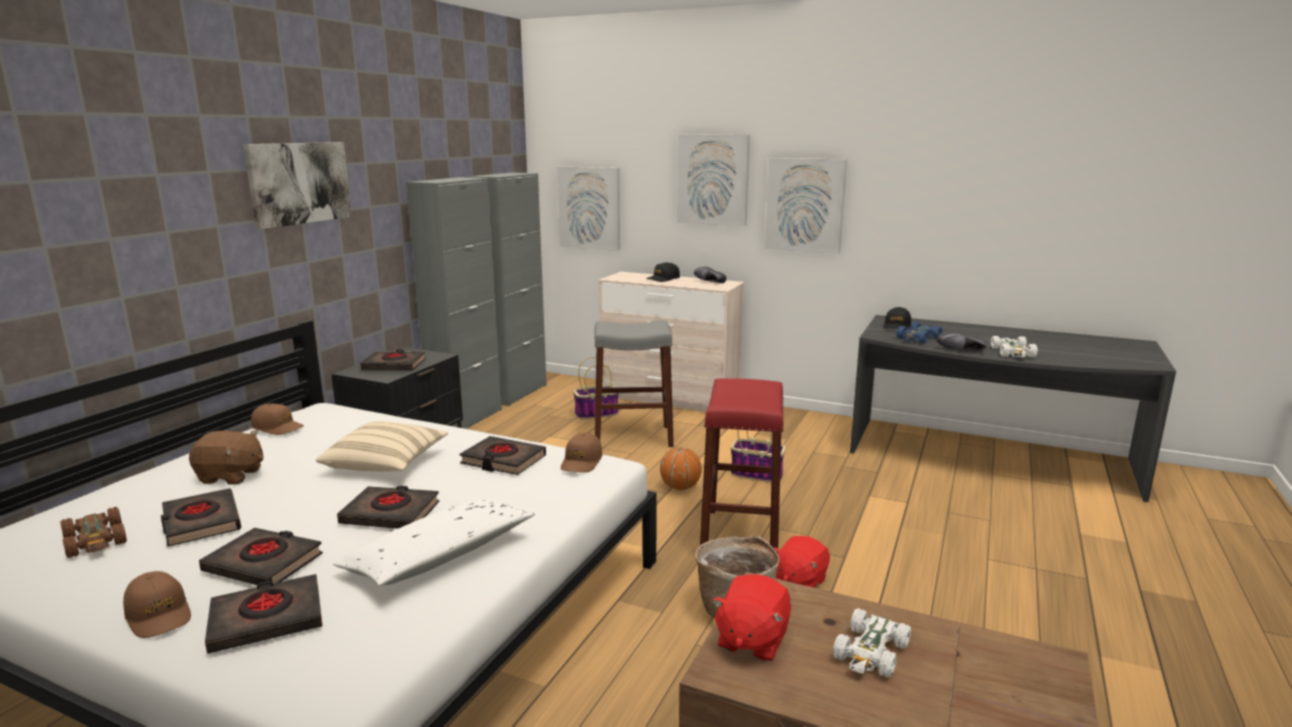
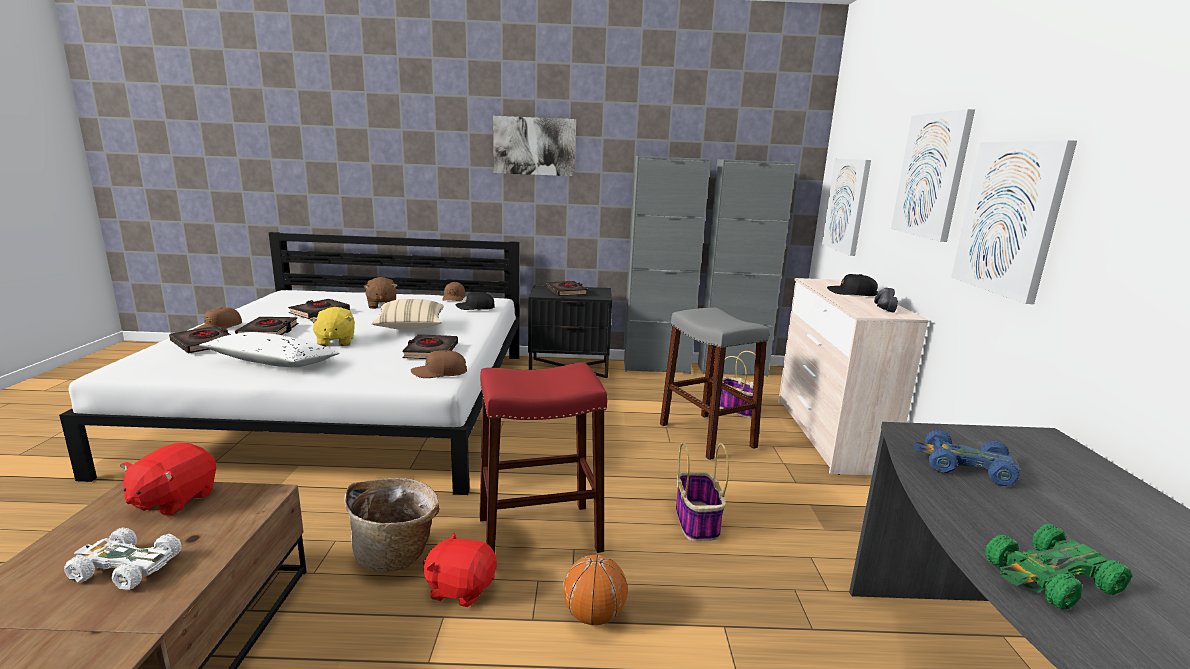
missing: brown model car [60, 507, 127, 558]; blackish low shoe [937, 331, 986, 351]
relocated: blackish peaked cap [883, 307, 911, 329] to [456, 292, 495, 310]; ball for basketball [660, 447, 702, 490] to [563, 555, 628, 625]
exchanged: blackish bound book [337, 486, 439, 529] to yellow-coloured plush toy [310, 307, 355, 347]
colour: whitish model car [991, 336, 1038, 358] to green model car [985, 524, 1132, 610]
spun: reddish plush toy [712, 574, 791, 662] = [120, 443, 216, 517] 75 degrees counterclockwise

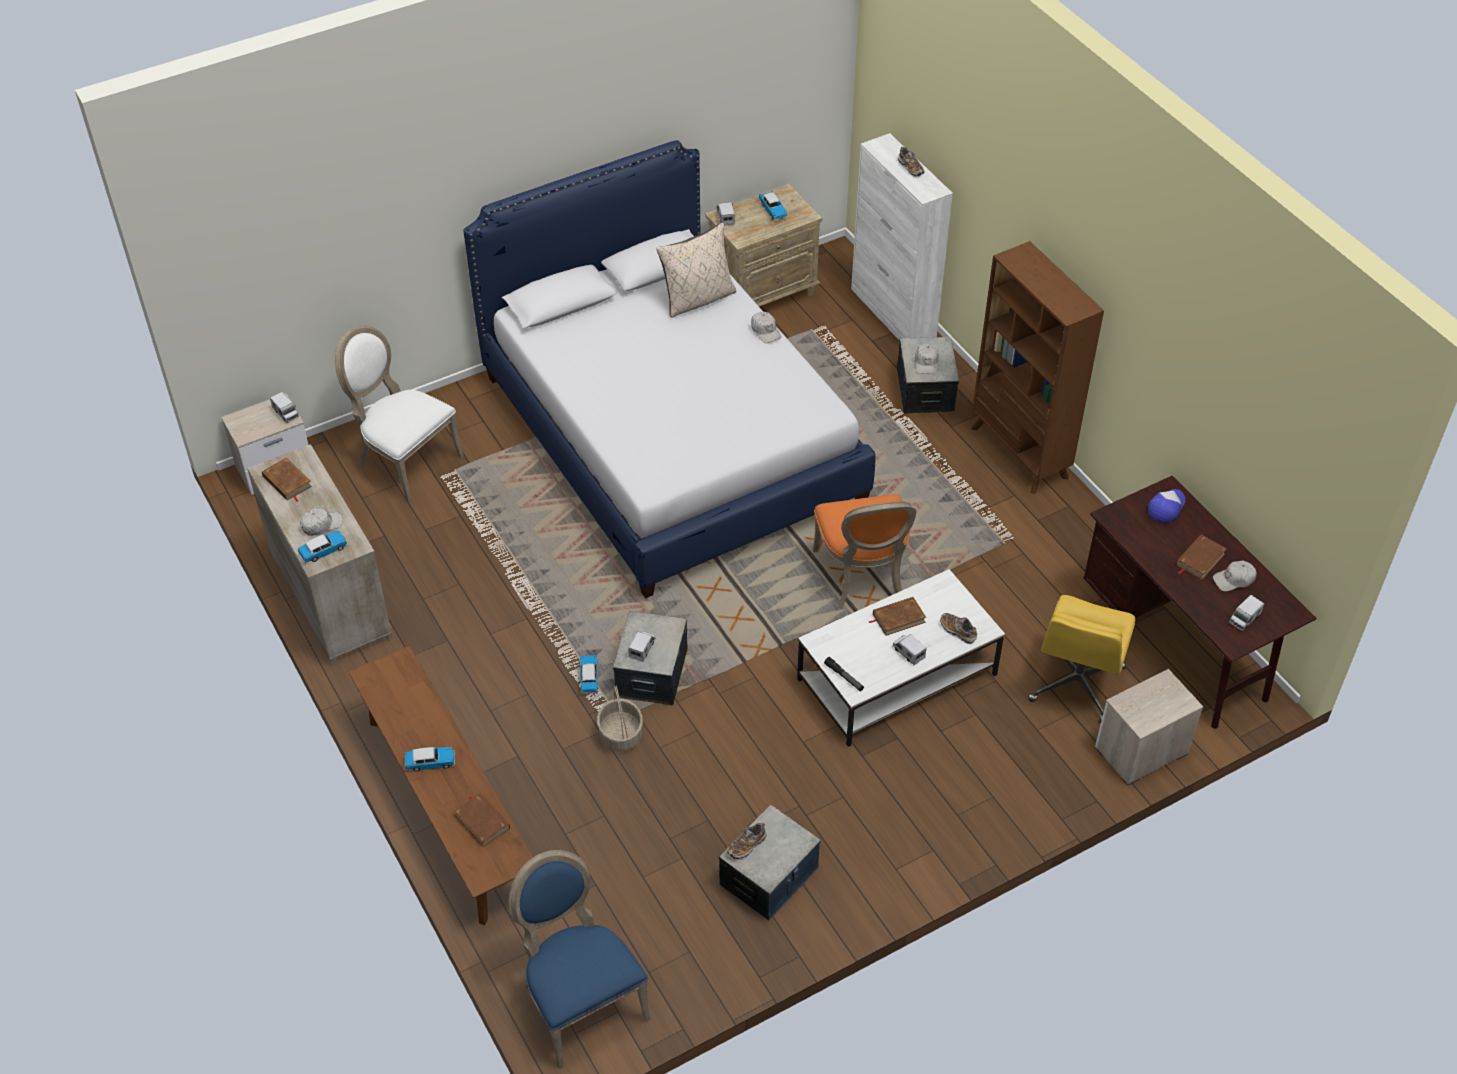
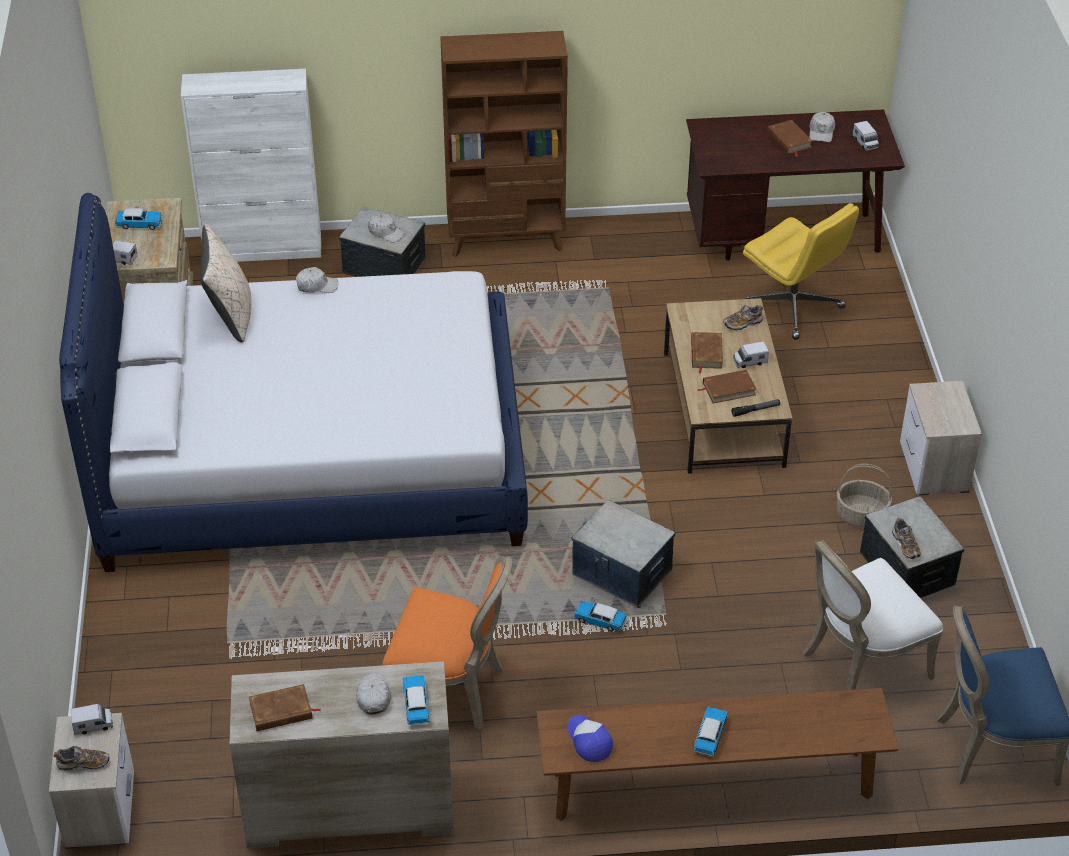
missing: toy lorry [628, 631, 656, 662]
relocated: low shoe [898, 147, 924, 177] to [54, 746, 110, 771]; orange chair [813, 494, 916, 609] to [382, 556, 512, 730]; peaked cap [1148, 489, 1185, 523] to [567, 715, 613, 762]; brown bound book [454, 793, 510, 847] to [697, 370, 756, 403]; whitish chair [335, 325, 464, 503] to [803, 540, 943, 690]; basket [597, 685, 643, 751] to [837, 464, 892, 527]; night table [1095, 669, 1203, 786] to [900, 381, 982, 496]
colour: whitish low table [797, 569, 1005, 747] to brown low table [664, 298, 793, 474]

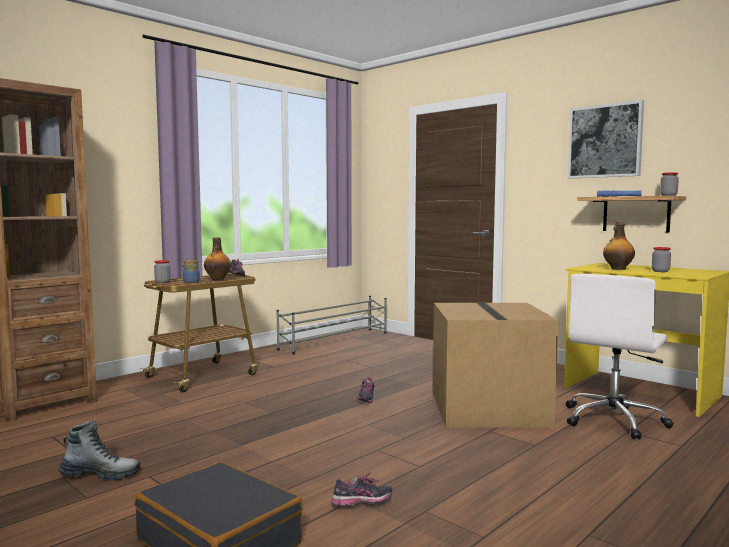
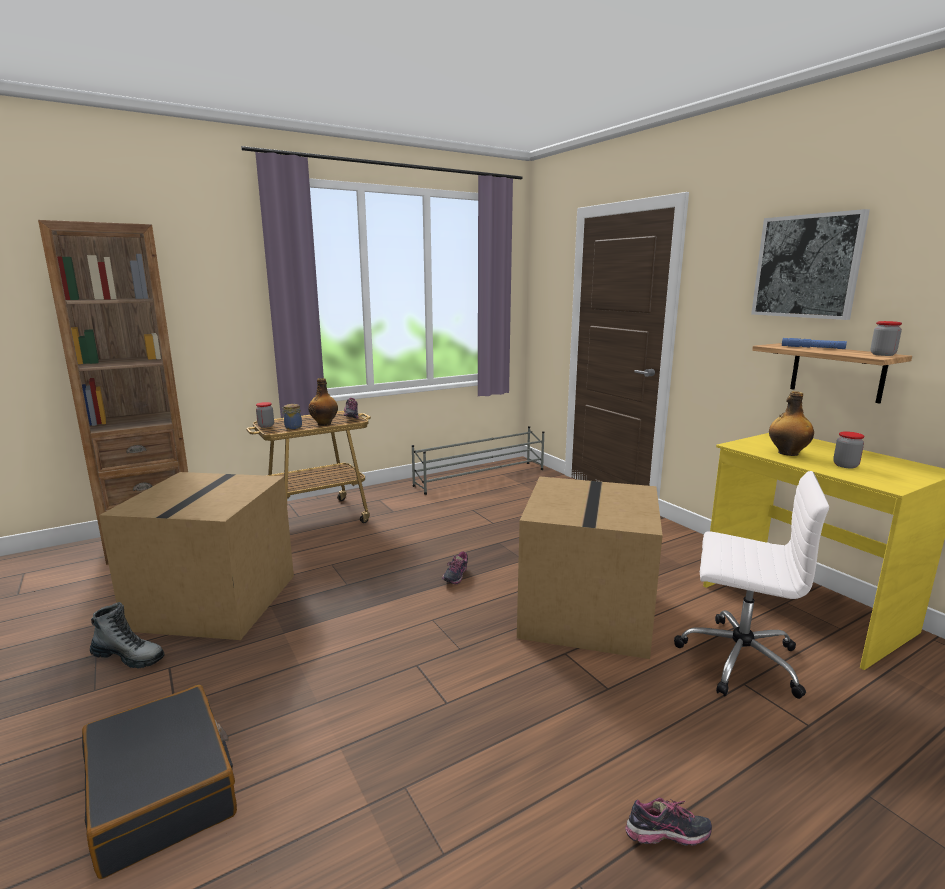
appeared: packing box [99, 472, 294, 640]
relocated: low shoe [331, 472, 392, 506] to [625, 798, 712, 846]
spun: whitish computer chair [566, 274, 674, 440] = [674, 471, 829, 699] 120 degrees counterclockwise

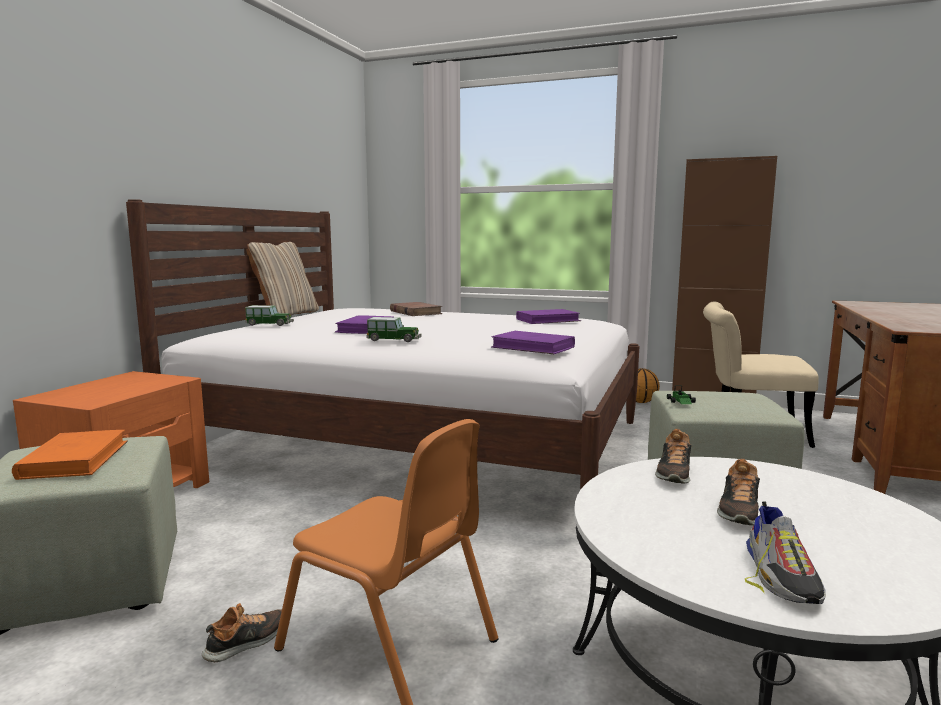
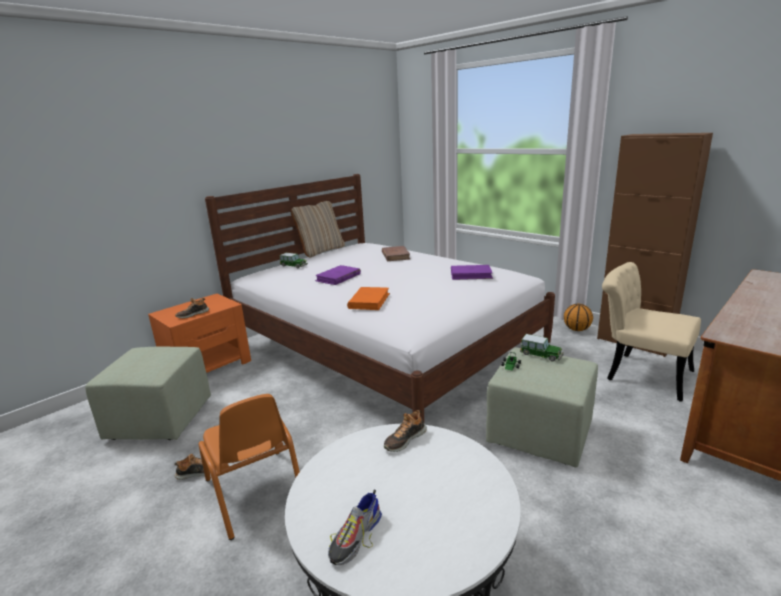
missing: purple bound book [491, 331, 575, 354]
relocated: low shoe [717, 458, 760, 525] to [175, 298, 209, 318]; orange bound book [12, 430, 128, 480] to [347, 287, 390, 310]; model car [366, 317, 422, 342] to [520, 334, 564, 361]

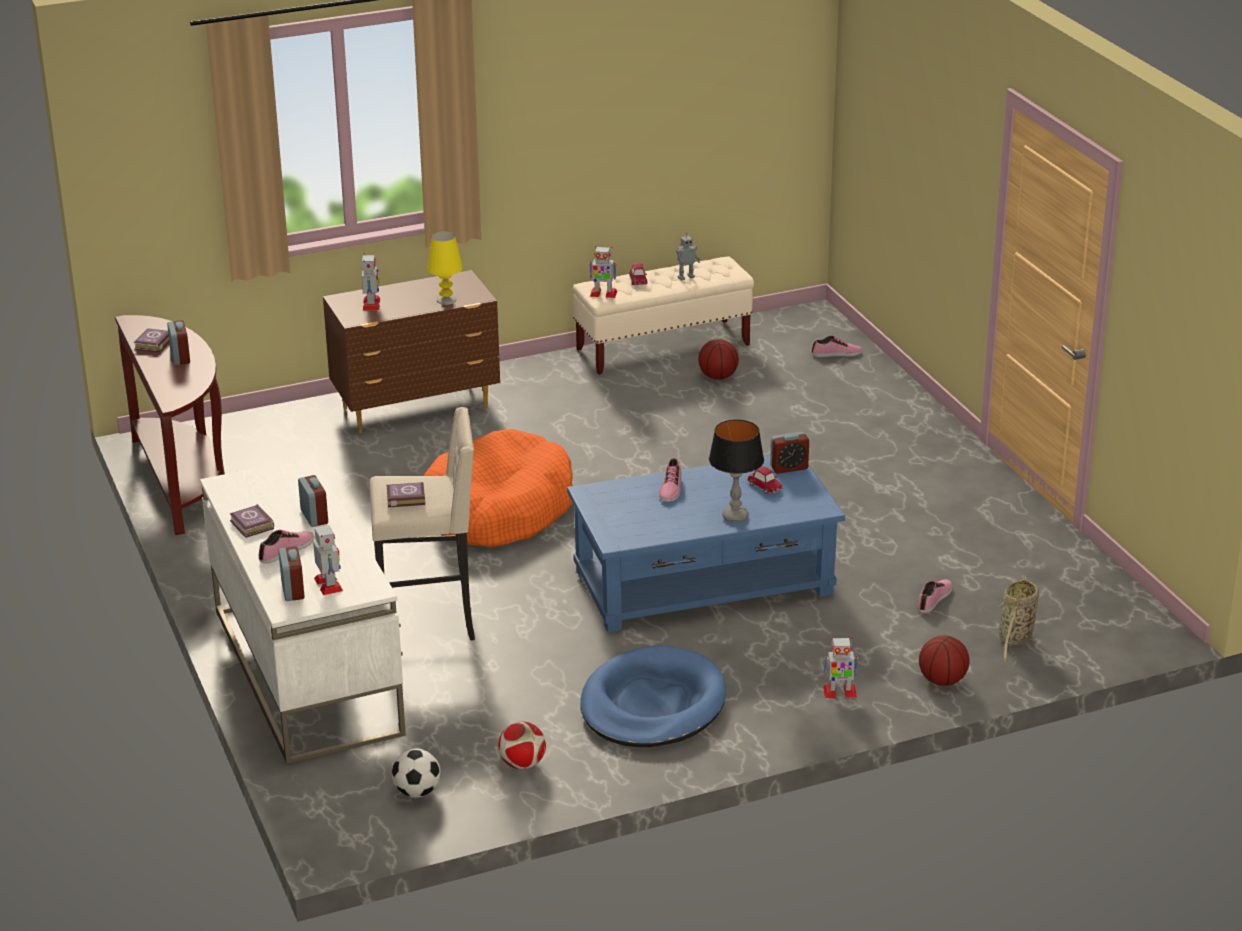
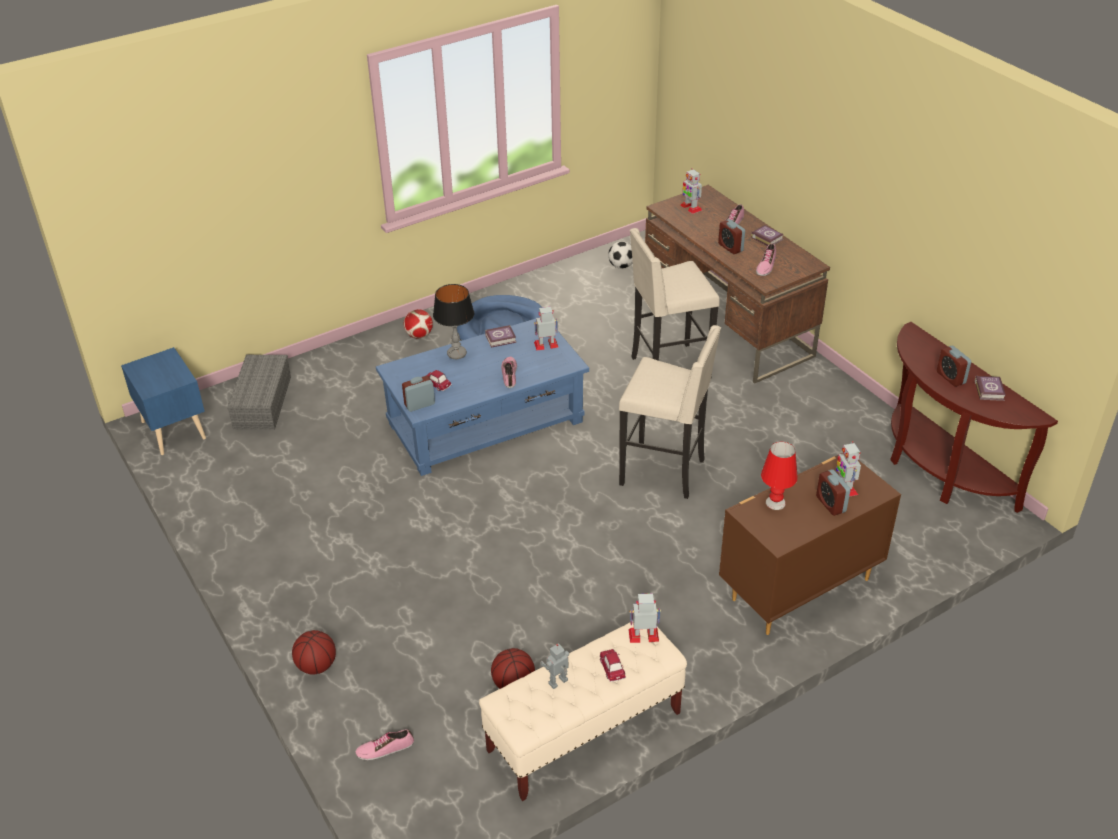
appeared: blue night table [121, 347, 206, 455]
relocated: ball for basketball [919, 636, 970, 686] to [292, 630, 336, 675]; football [498, 722, 546, 769] to [404, 309, 433, 339]; bound book [387, 482, 425, 507] to [485, 325, 516, 348]; robot figure [823, 638, 858, 698] to [534, 307, 558, 350]; low shoe [917, 579, 952, 613] to [756, 243, 776, 276]; alarm clock [278, 546, 305, 601] to [816, 469, 850, 516]
exchanged: basket [998, 576, 1039, 665] to gray storage container [227, 355, 291, 430]; orange pet bed [424, 429, 573, 547] to beige-coloured stool [619, 325, 721, 499]
colour: whitish desk unit [200, 456, 406, 764] to brown desk unit [645, 185, 830, 384]; yellow-coloured tabletop lamp [427, 232, 463, 305] to reddish tabletop lamp [761, 442, 798, 510]

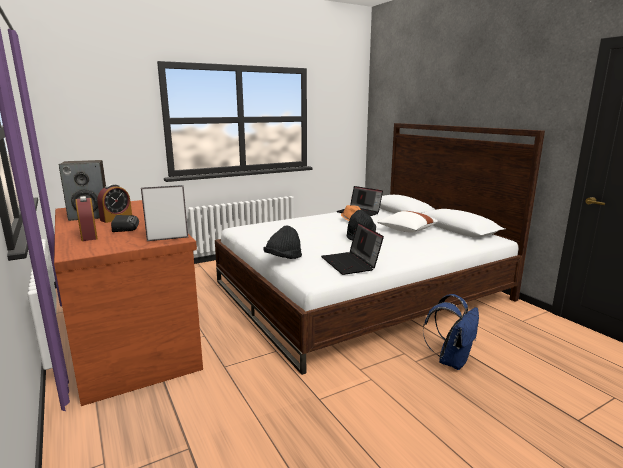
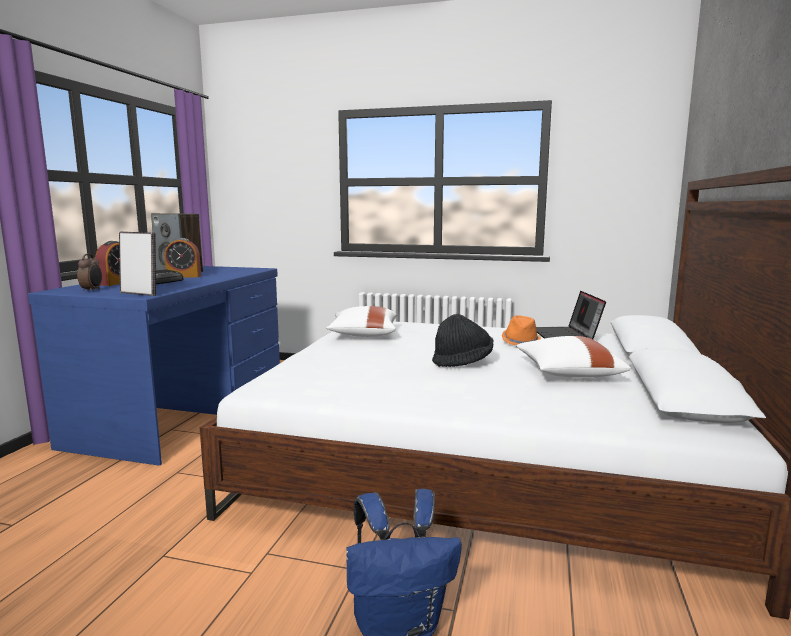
missing: blackish hat [263, 225, 302, 259]; portable computer [321, 222, 384, 275]
appeared: alarm clock [77, 254, 102, 292]; whitish throw pillow [326, 306, 397, 337]
colour: brown desk unit [54, 200, 203, 406] to blue desk unit [28, 266, 280, 466]

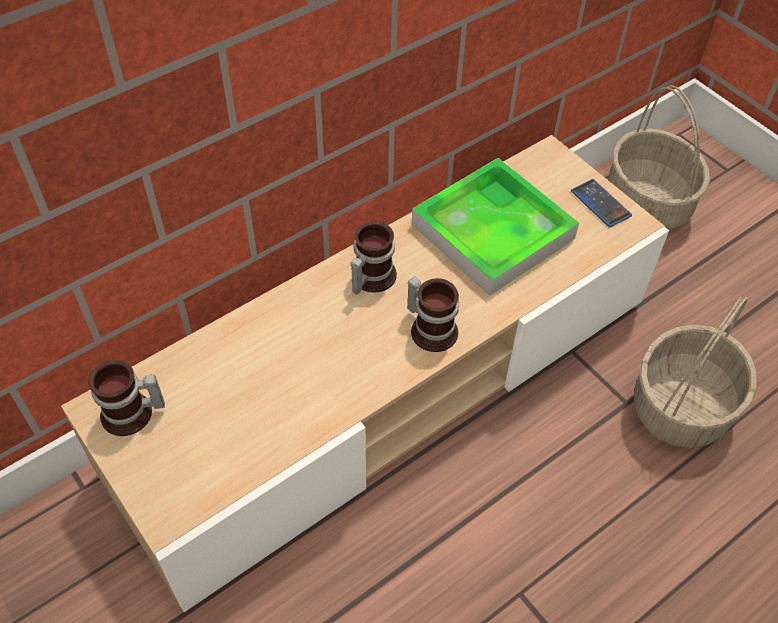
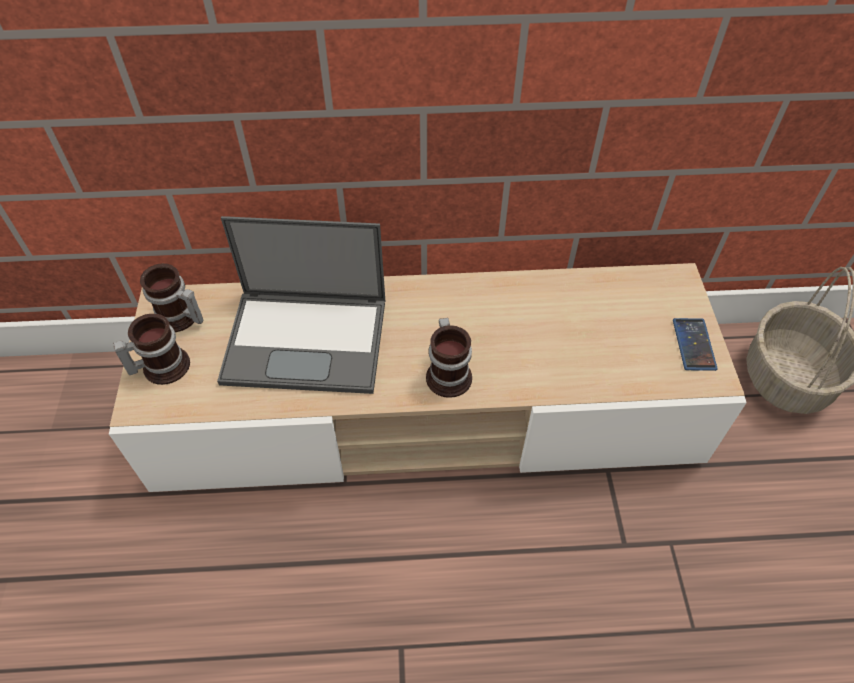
missing: serving tray [412, 158, 579, 295]; basket [634, 296, 757, 448]
appeared: portable computer [217, 216, 385, 394]
relocated: mug [350, 221, 397, 294] to [113, 314, 190, 385]

